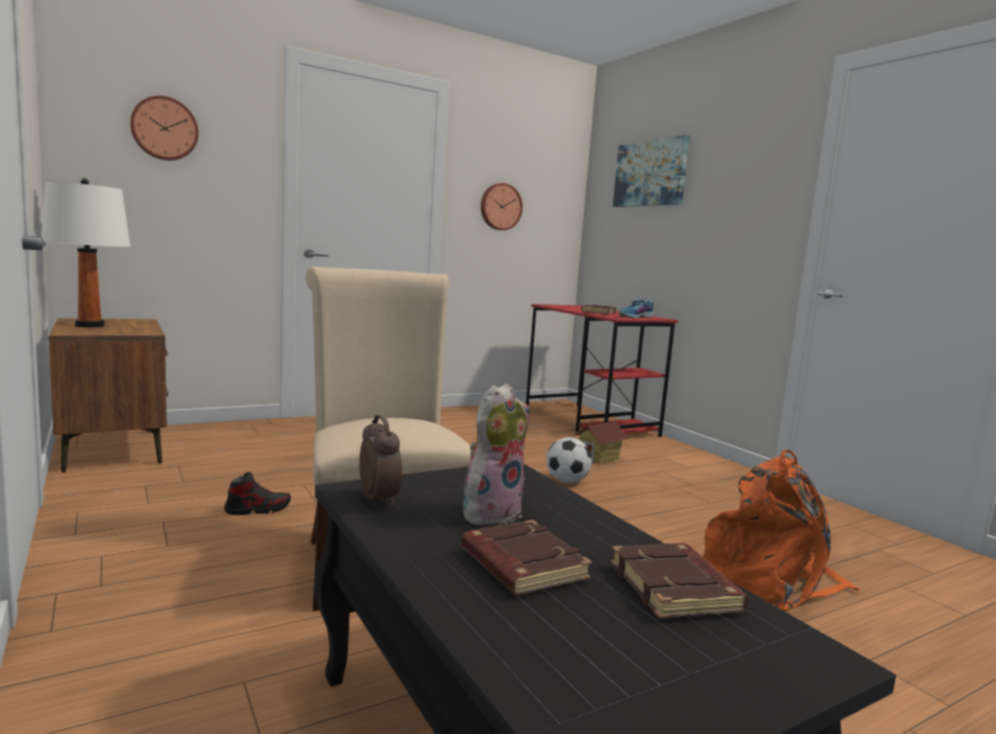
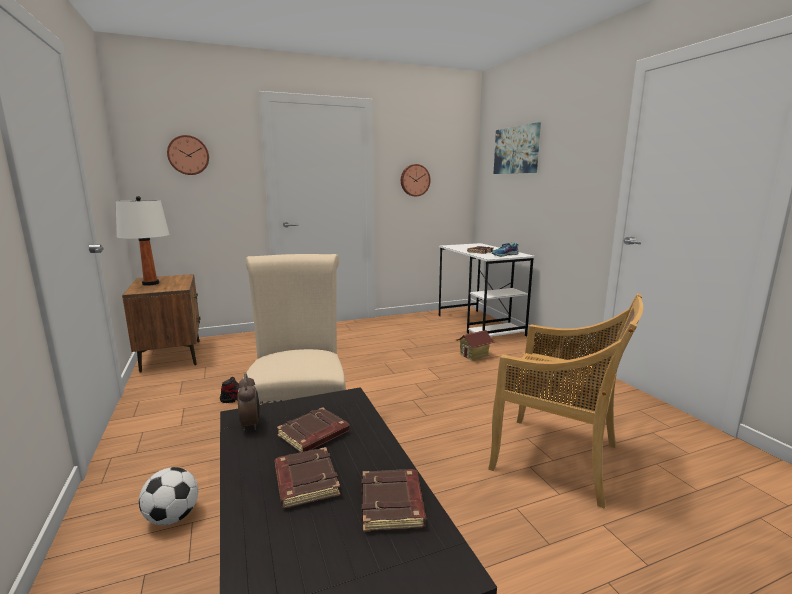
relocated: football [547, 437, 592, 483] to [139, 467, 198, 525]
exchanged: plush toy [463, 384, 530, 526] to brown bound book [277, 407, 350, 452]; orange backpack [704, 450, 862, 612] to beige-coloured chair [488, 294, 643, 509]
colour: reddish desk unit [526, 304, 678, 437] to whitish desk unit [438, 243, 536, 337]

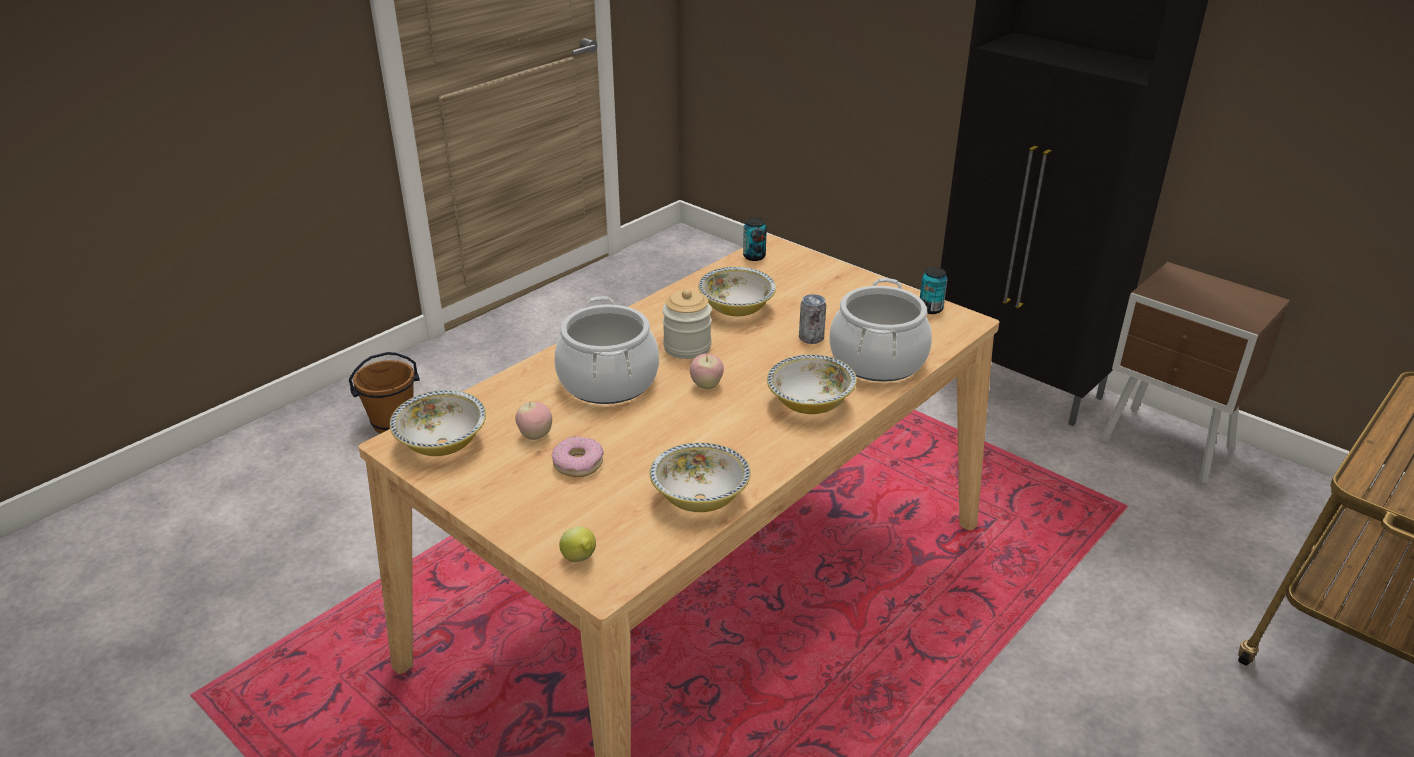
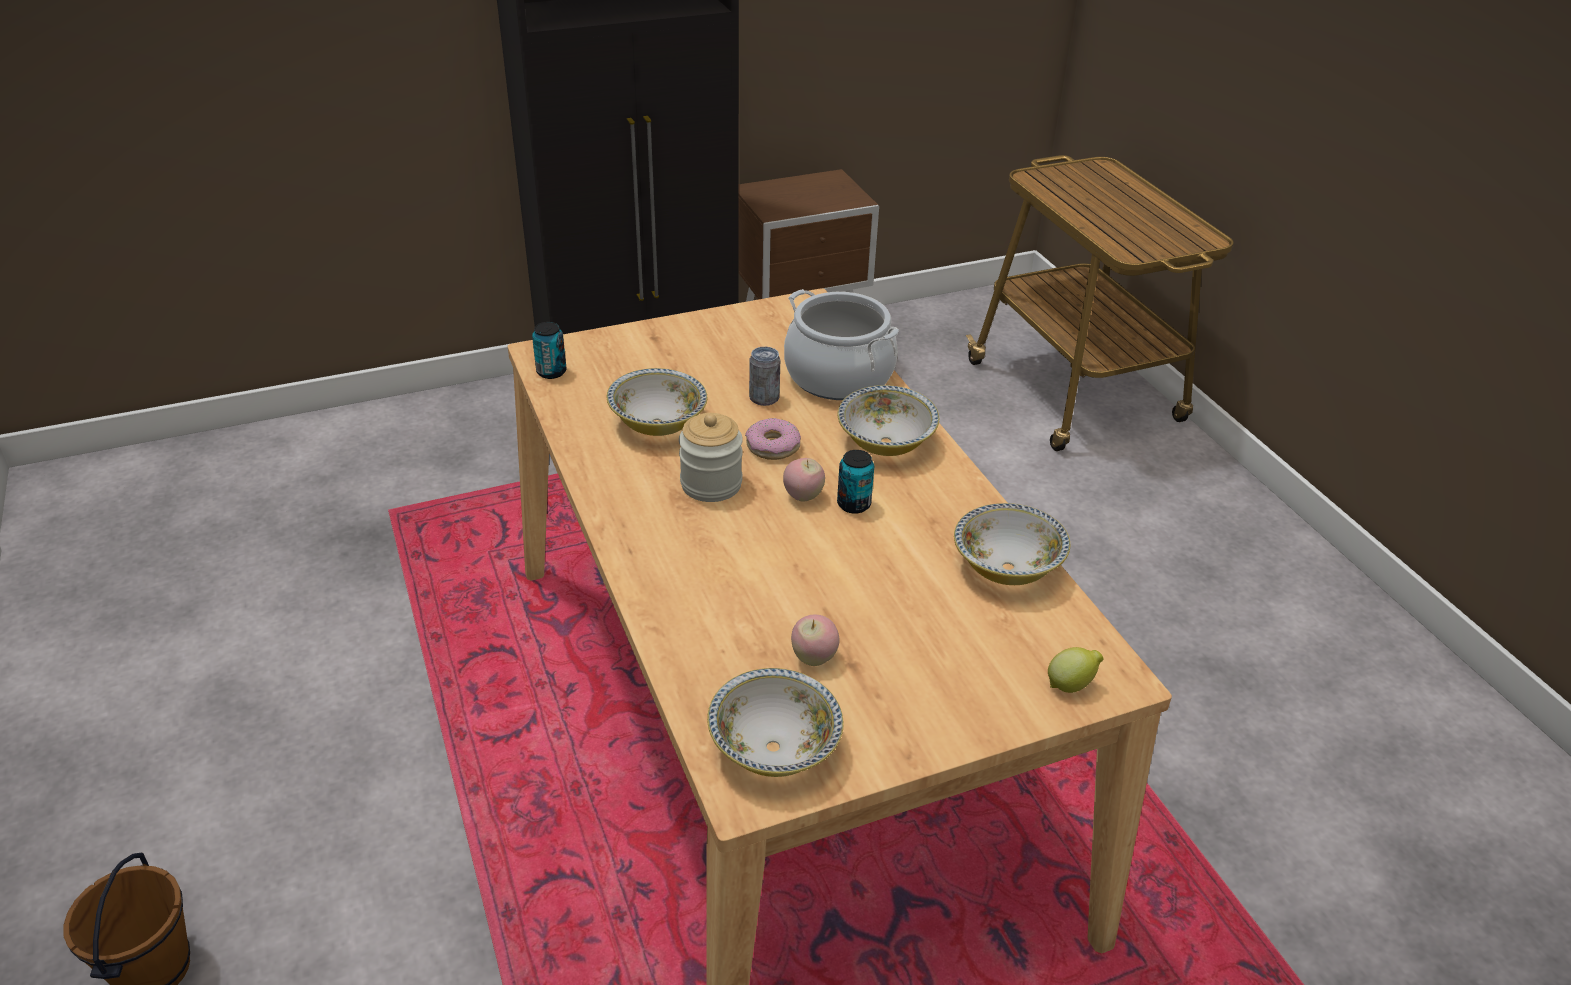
missing: cooking pot [554, 296, 659, 404]
relocated: doughnut [552, 437, 604, 477] to [745, 418, 801, 460]; metal can [920, 267, 948, 314] to [837, 450, 874, 514]

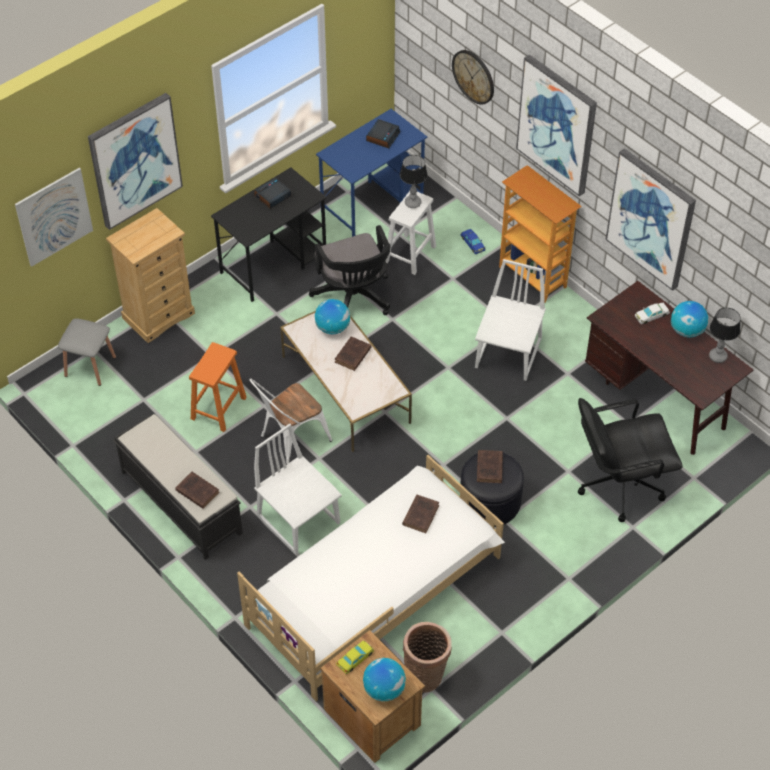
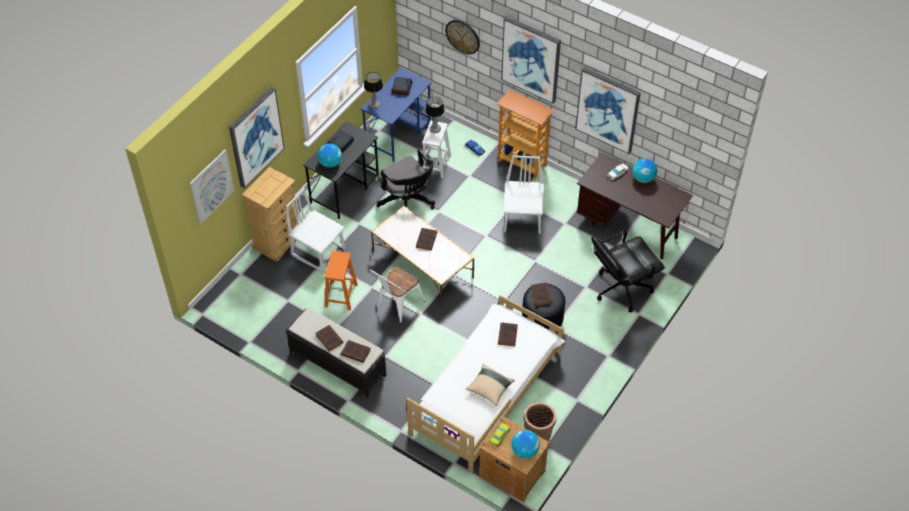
missing: gray stool [58, 318, 116, 386]
appeared: brown bound book [316, 325, 343, 351]; beige-coloured throw pillow [465, 364, 515, 406]
relocated: whitish chair [254, 424, 342, 555] to [286, 188, 345, 273]; world globe [315, 299, 350, 334] to [318, 143, 342, 168]; tabletop lamp [709, 308, 741, 363] to [364, 72, 383, 109]

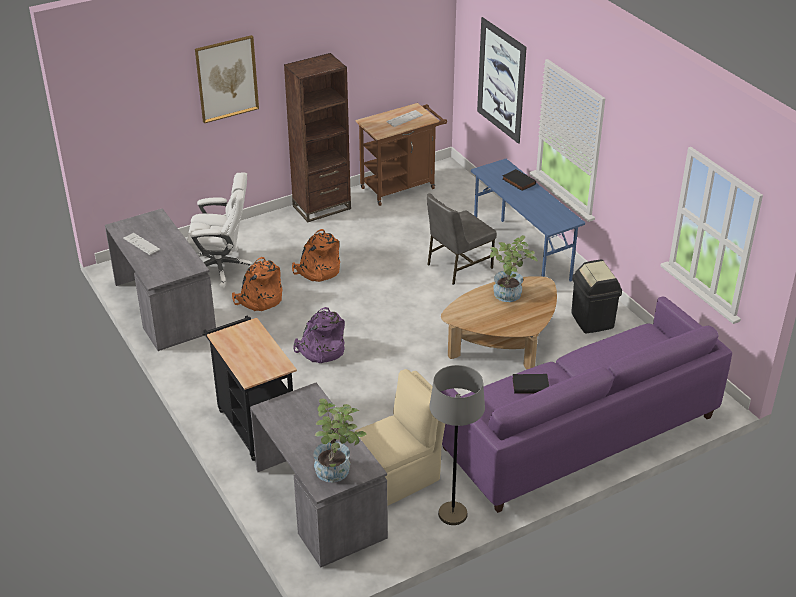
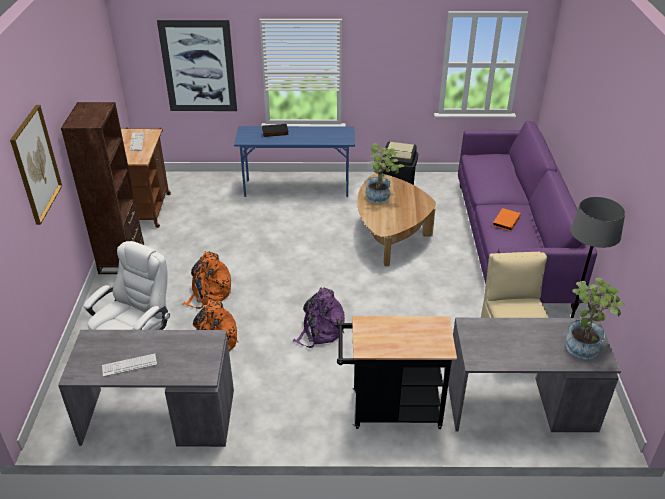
missing: gray chair [427, 193, 497, 285]
colour: blackish bound book [512, 374, 549, 394] to orange bound book [493, 208, 521, 231]

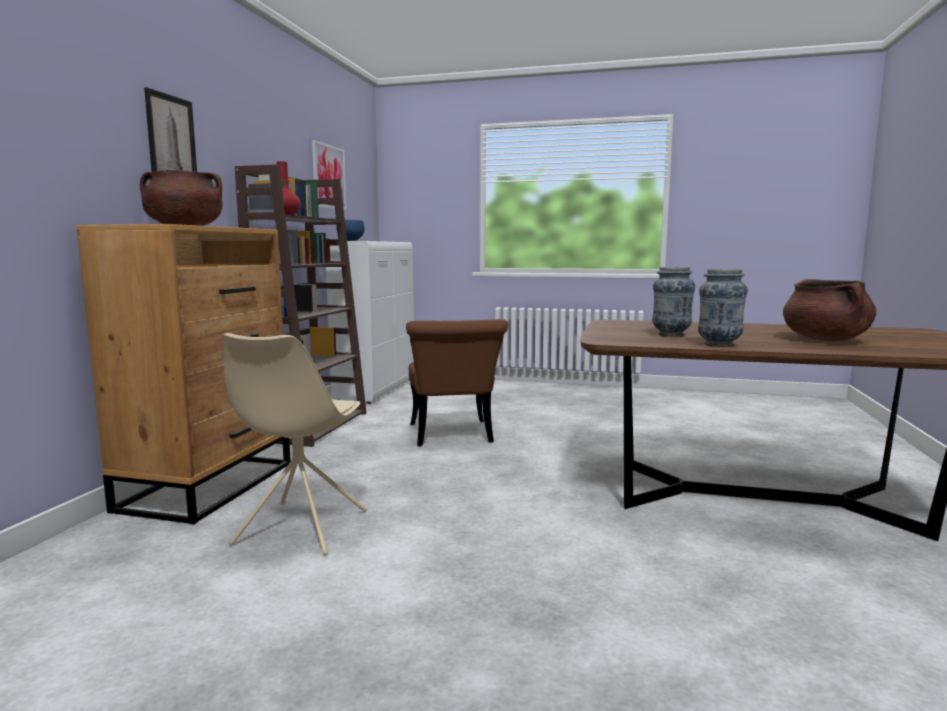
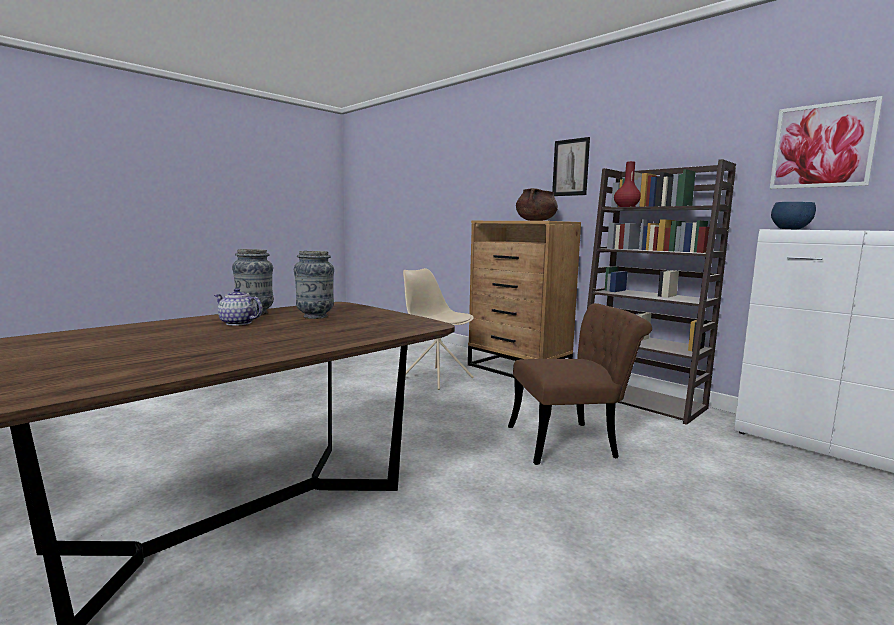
missing: brown cooking pot [783, 279, 876, 341]
appeared: teapot [214, 288, 263, 326]
spun: brown chair [406, 319, 508, 446] = [508, 303, 652, 465] 150 degrees clockwise

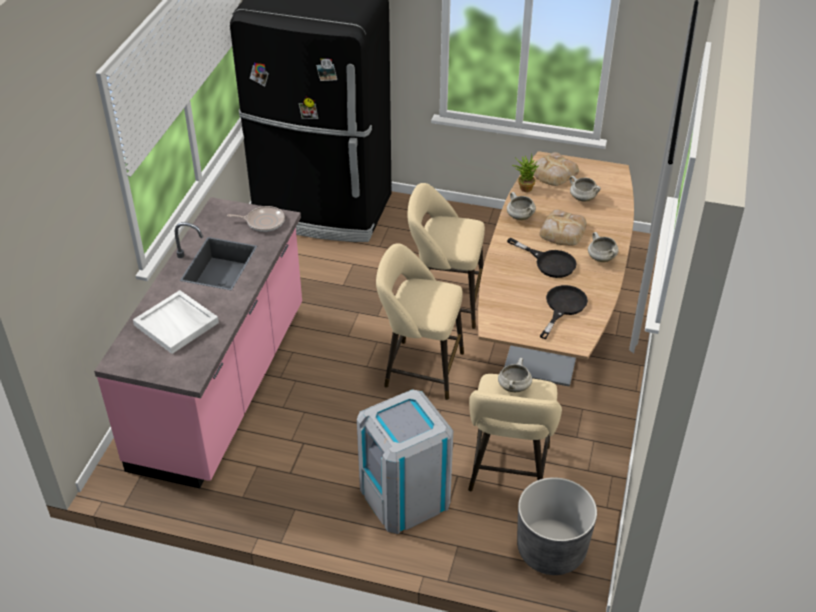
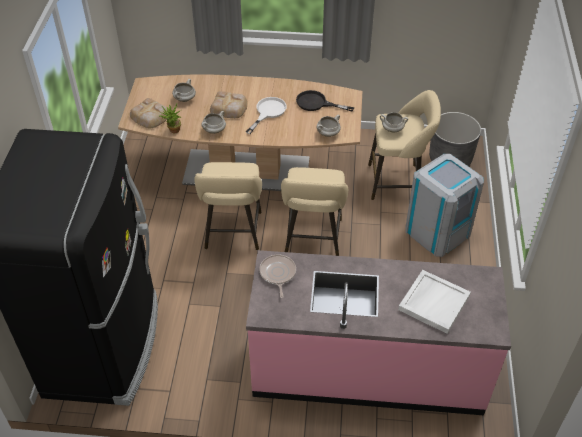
relocated: whitish cooking pot [588, 232, 619, 262] to [317, 115, 341, 137]
colour: blackish pan [507, 238, 577, 278] to whitish pan [246, 97, 287, 134]

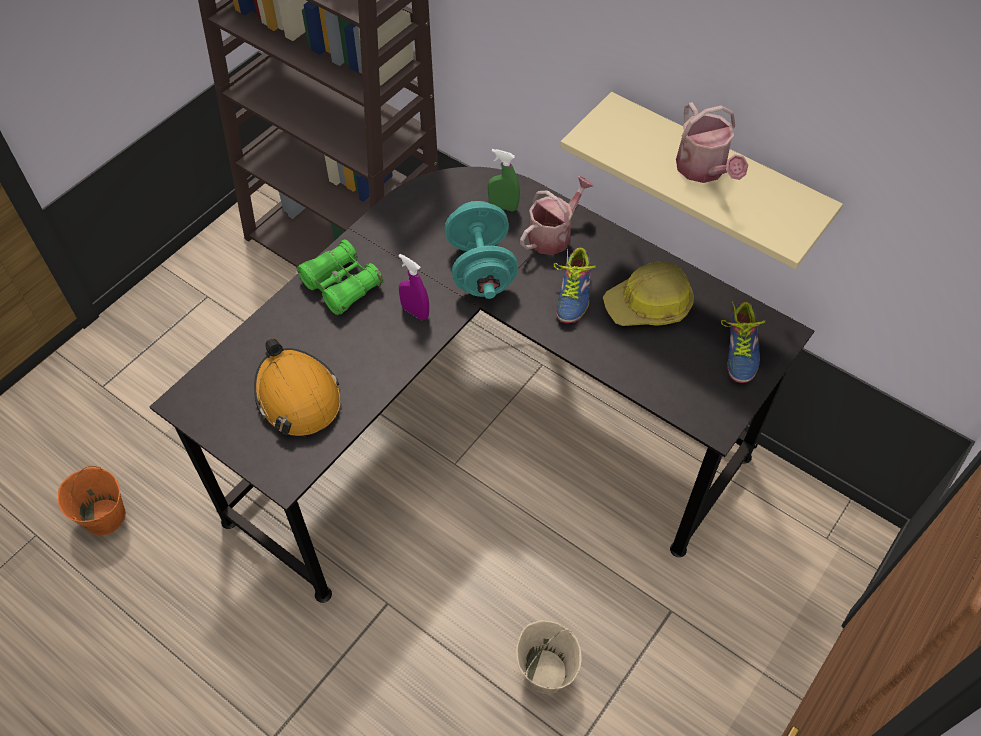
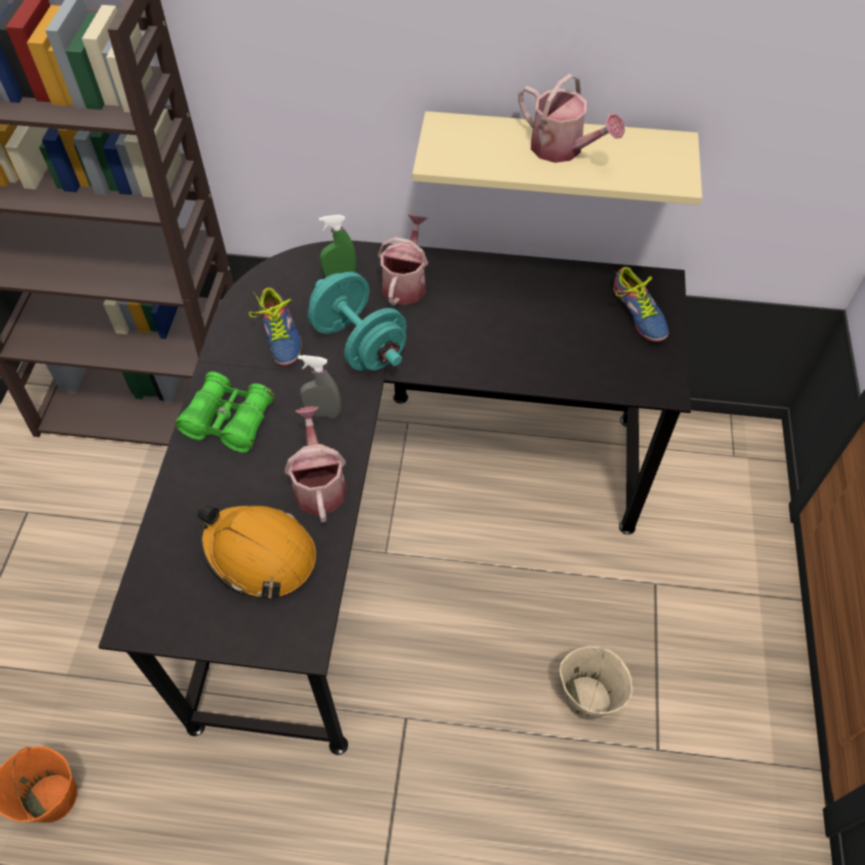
missing: work helmet [603, 261, 694, 326]
appeared: watering can [285, 406, 347, 522]
relocated: low shoe [553, 248, 596, 323] to [249, 287, 302, 366]
colour: purple sprayer [398, 254, 429, 320] to gray sprayer [298, 355, 341, 418]

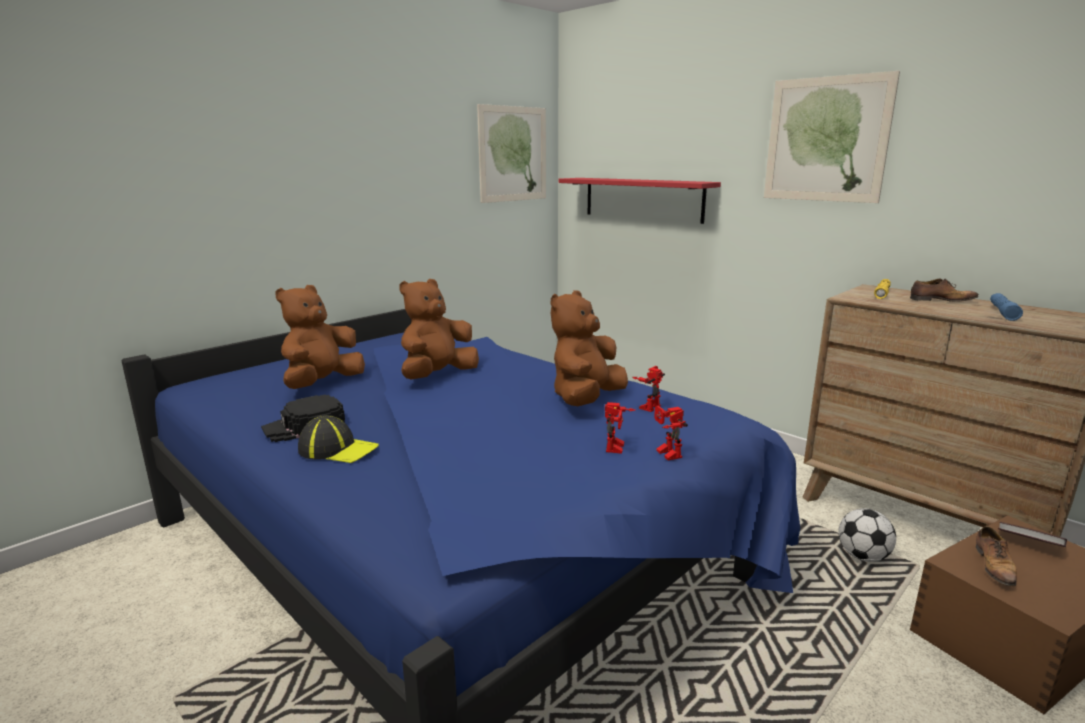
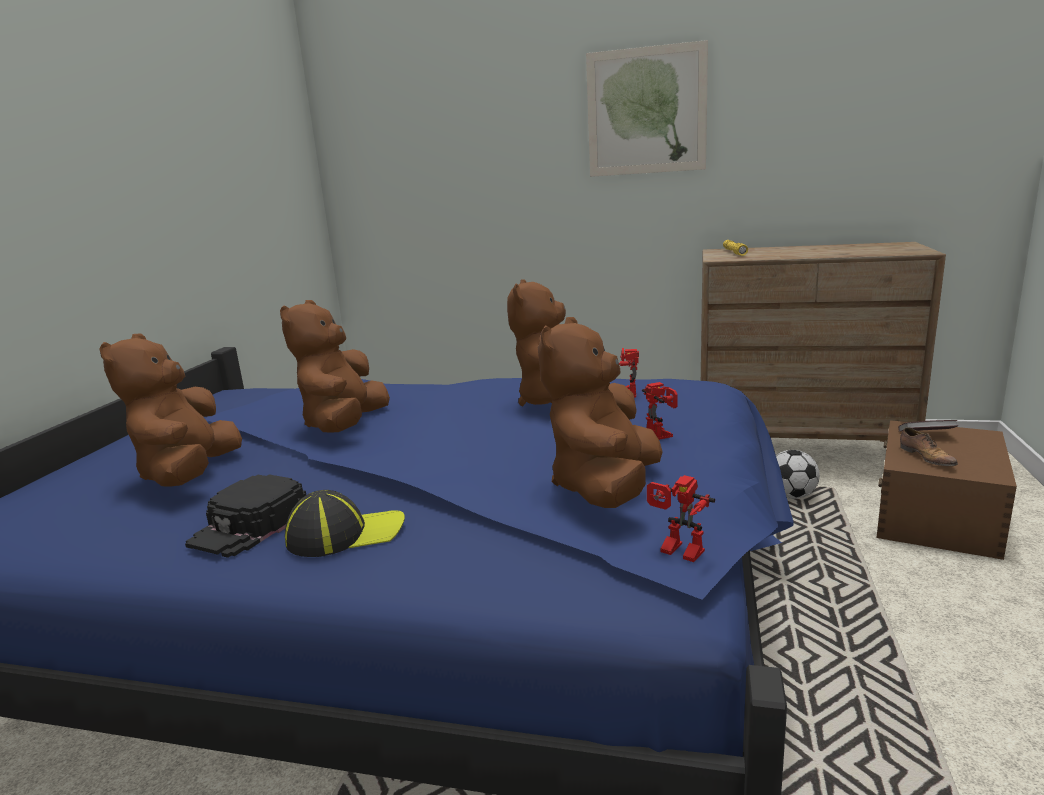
missing: wall art [477, 104, 546, 203]; reddish bracket shelf [559, 178, 721, 224]; low shoe [910, 279, 979, 302]; blue hand torch [990, 293, 1023, 321]
appeared: brown plush toy [538, 317, 662, 508]
relocated: robot figure [654, 406, 688, 460] to [647, 475, 715, 562]

